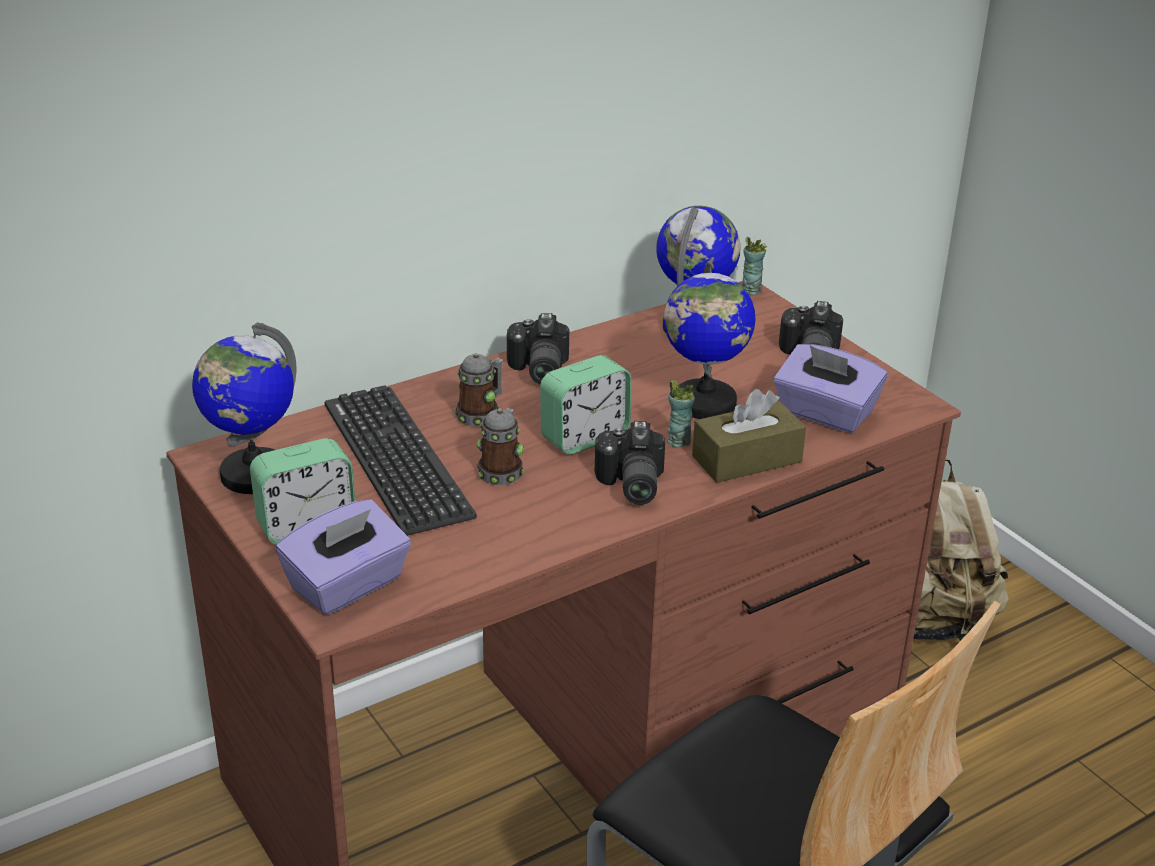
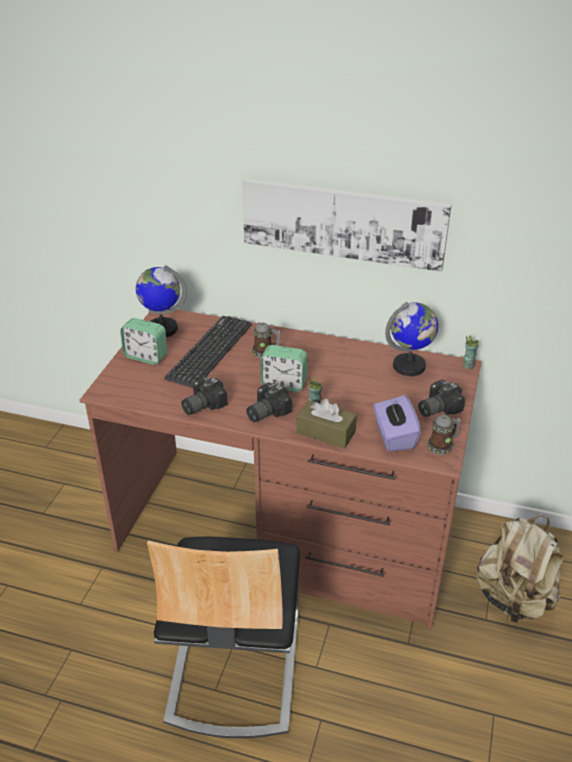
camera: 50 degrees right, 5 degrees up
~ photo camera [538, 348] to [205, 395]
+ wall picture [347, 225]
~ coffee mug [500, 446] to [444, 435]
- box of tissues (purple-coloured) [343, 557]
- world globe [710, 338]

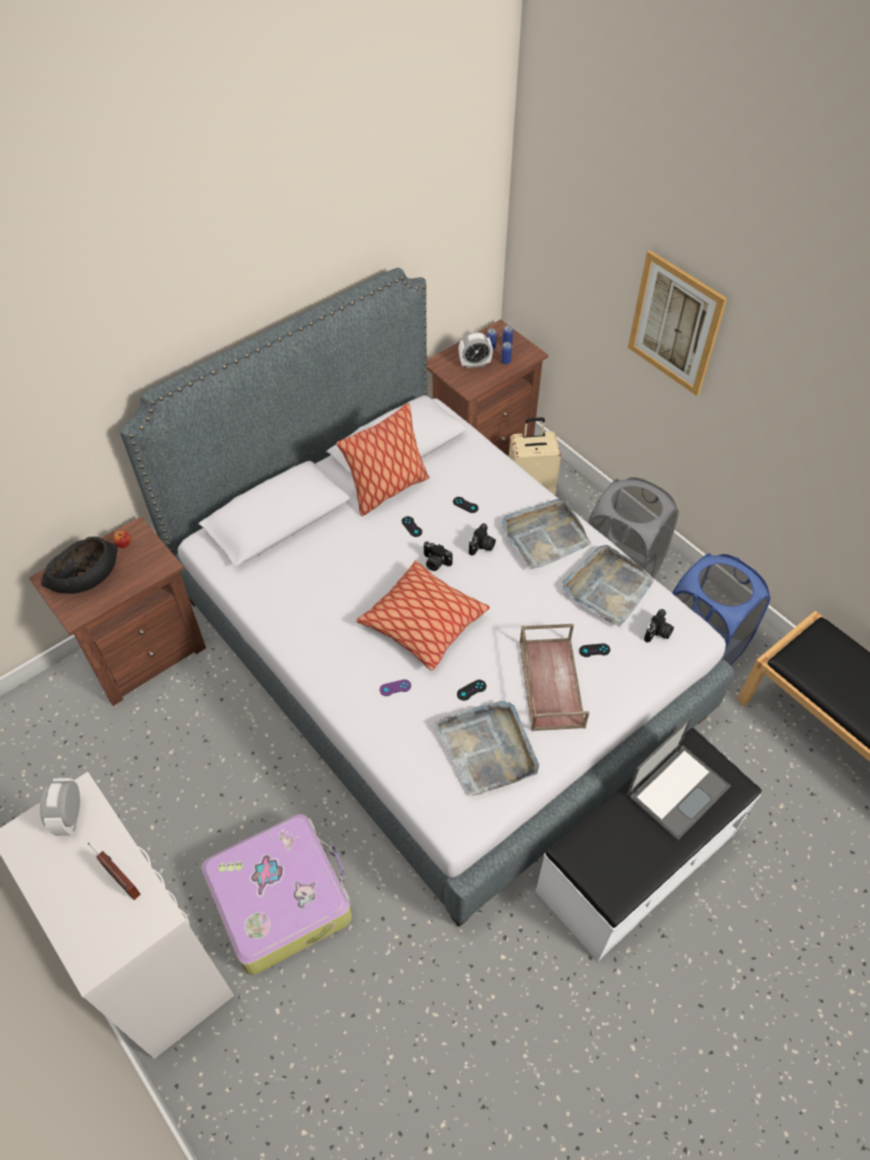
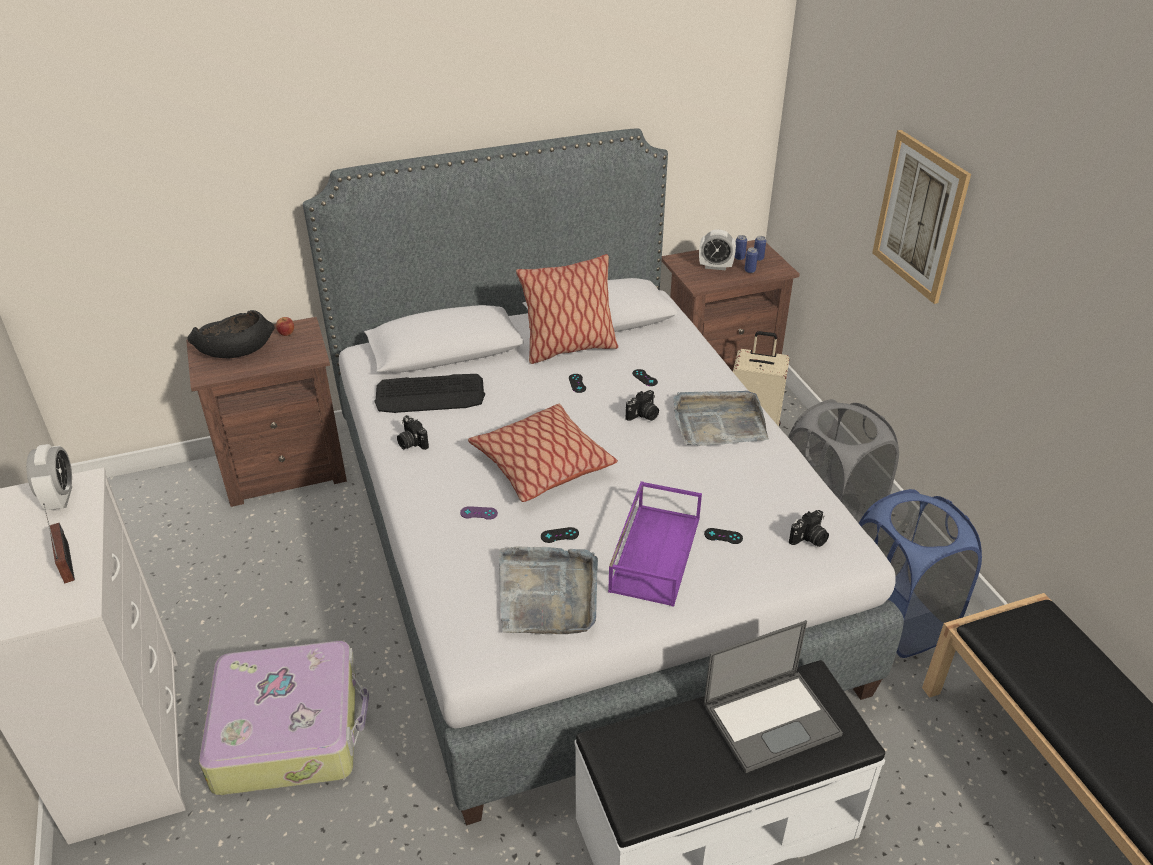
camera: 20 degrees right, 15 degrees down
~ bedside clock [60, 807] = [49, 477] 150 degrees clockwise
+ PC keyboard [429, 393]
~ photo camera [438, 556] to [413, 432]
~ carrying tray (brown) [554, 677] to carrying tray (purple-coloured) [655, 544]
- carrying tray (gray) [608, 586]

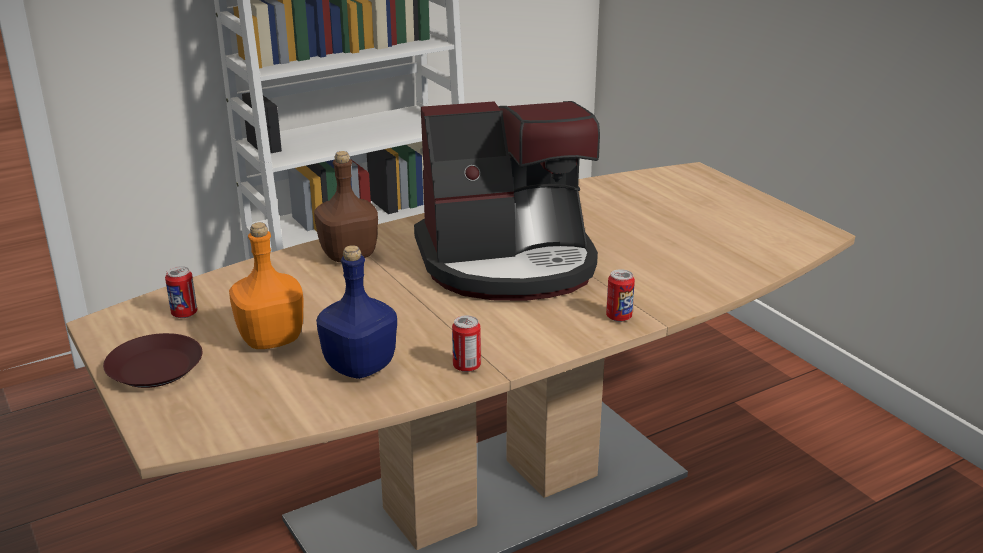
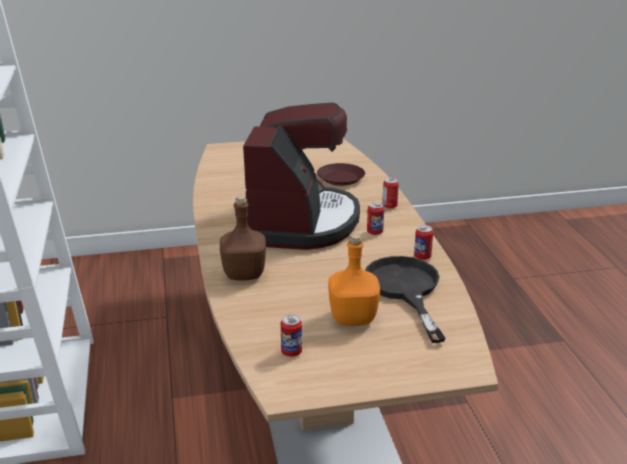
camera: 70 degrees left, 0 degrees up
~ flat dish (brown) [152, 360] to [341, 174]
~ beverage bottle (blue) [356, 312] to frying pan (black-coloured) [405, 299]
+ sealed can [375, 218]

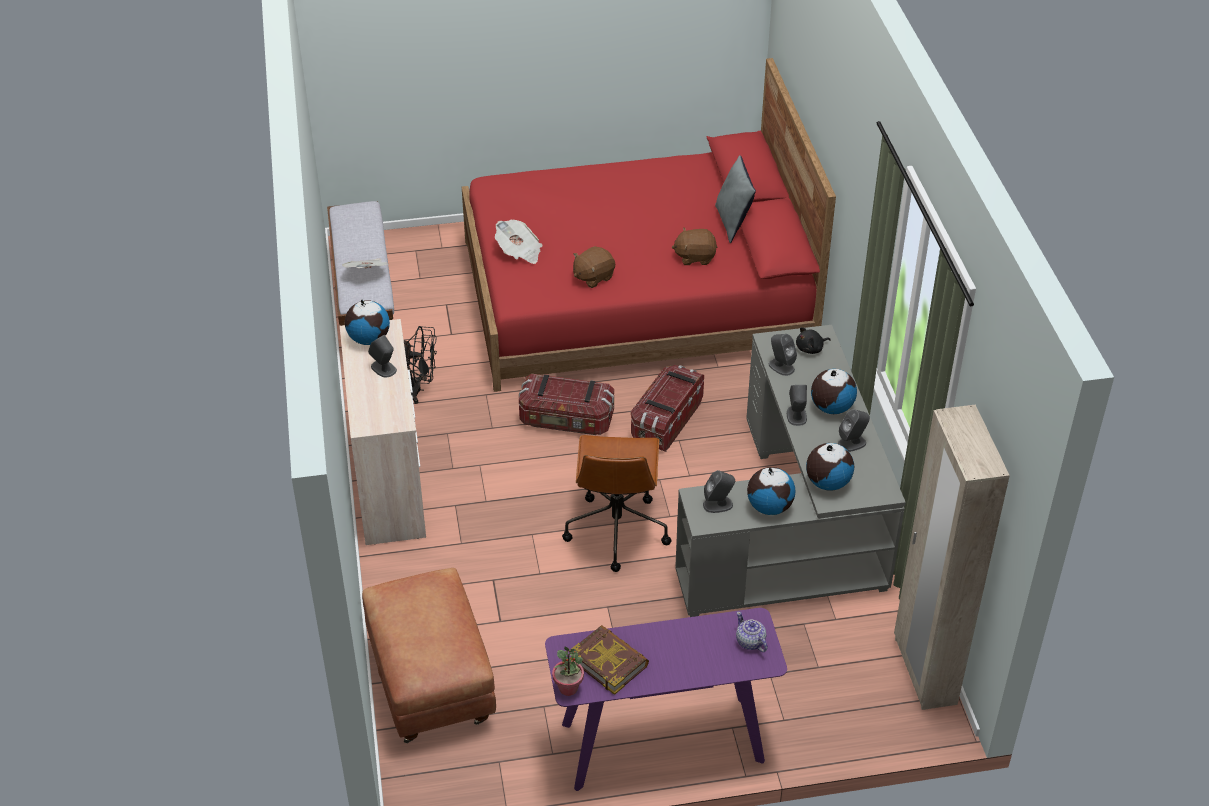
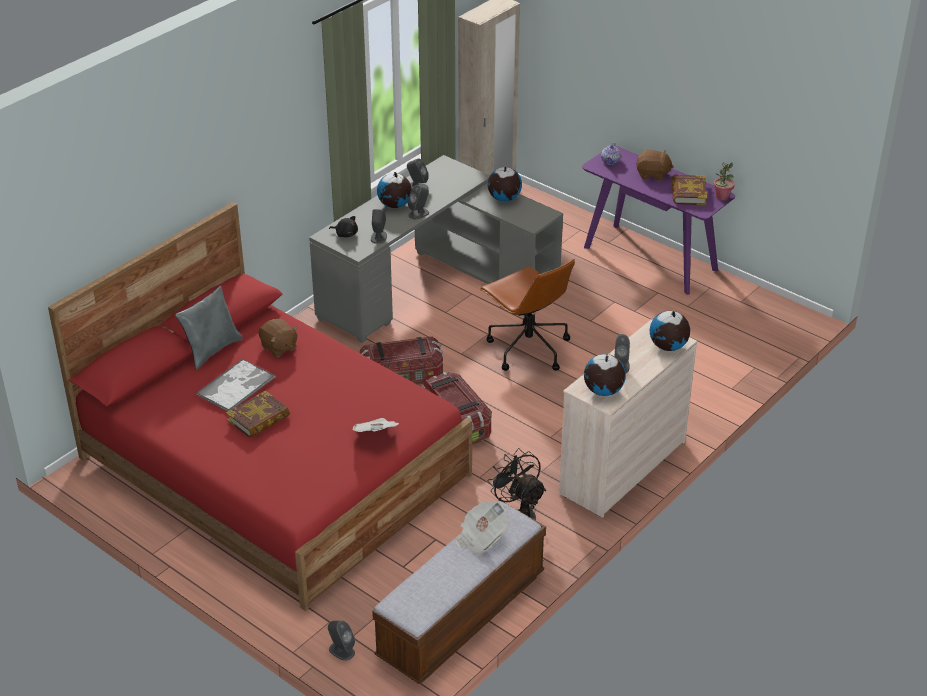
camera: 130 degrees left, 5 degrees down
+ carrying tray [235, 385]
+ bound book [258, 414]
~ speaker (gray) [719, 491] to [341, 641]
~ computer chair (brown) [616, 503] = [527, 315] 90 degrees clockwise
~ cuddly toy (brown) [594, 267] to [655, 165]
~ world globe [830, 467] to [670, 330]
- pouffe (brown) [429, 655]

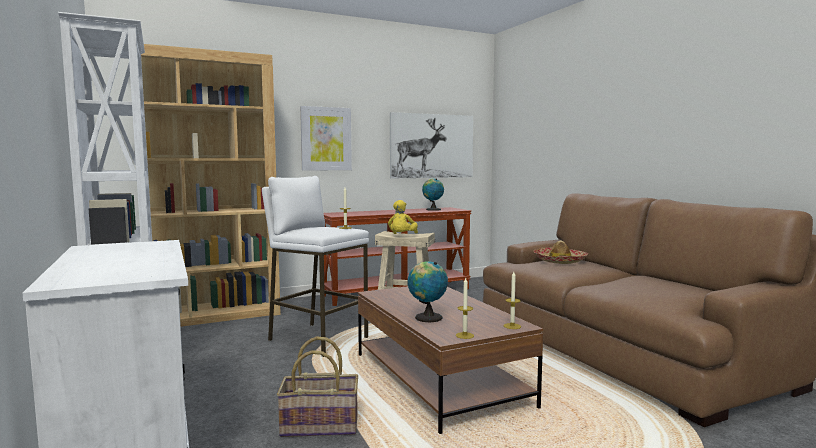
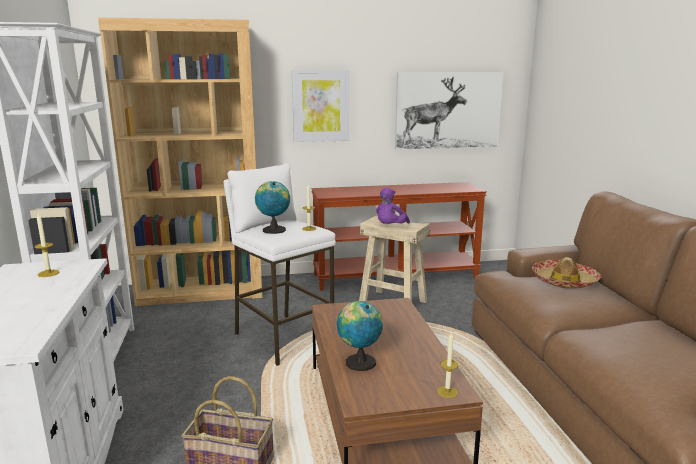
camera: 15 degrees right, 10 degrees up
~ candle [465, 308] to [46, 245]
~ world globe [433, 194] to [272, 207]
~ cuddly toy (yellow-coloured) [403, 217] to cuddly toy (purple-coloured) [393, 206]

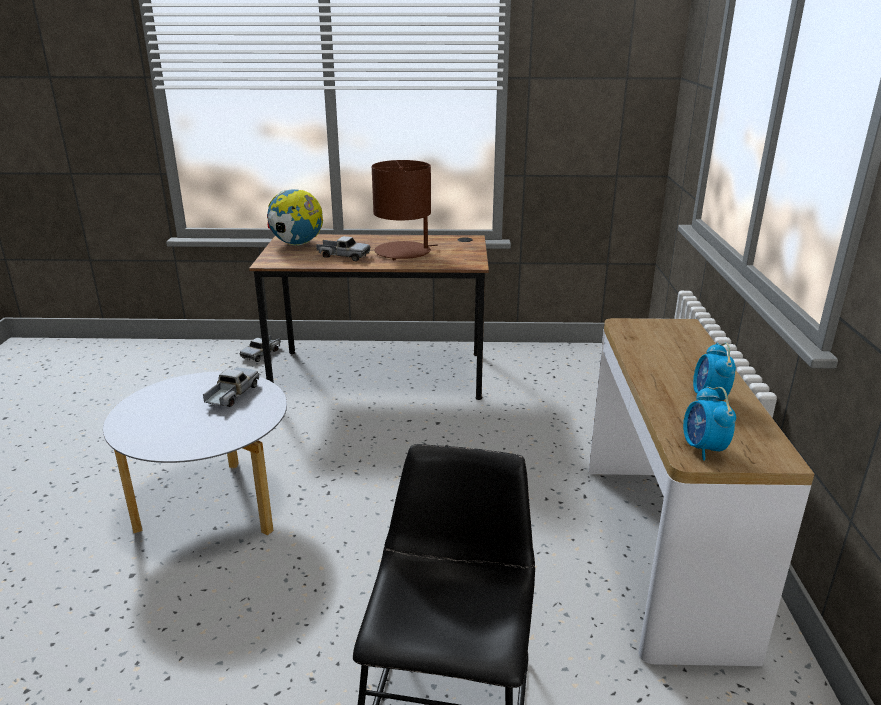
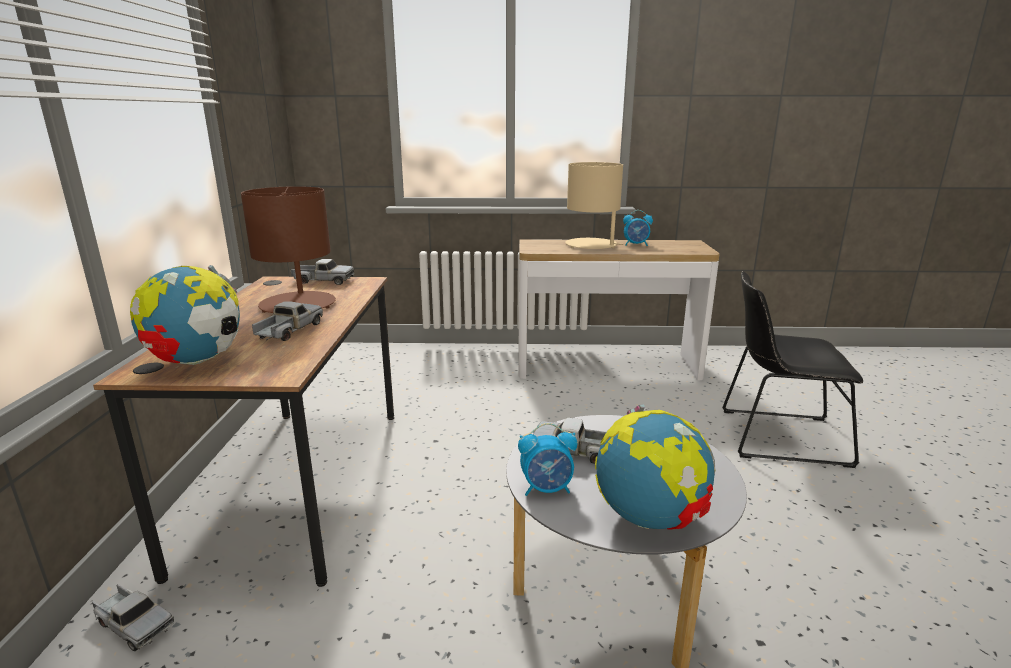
camera: 90 degrees left, 5 degrees down
+ toy truck [322, 272]
~ bedside clock [709, 423] to [547, 459]
+ table lamp (beige) [594, 205]
+ world globe [655, 467]

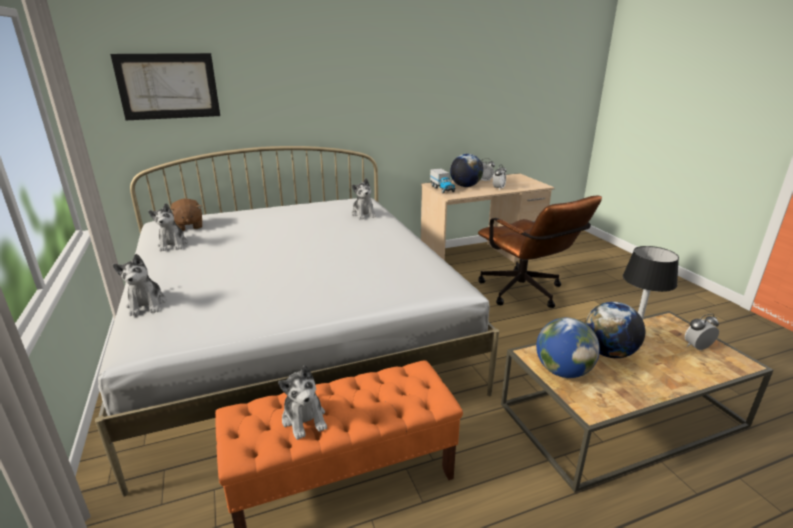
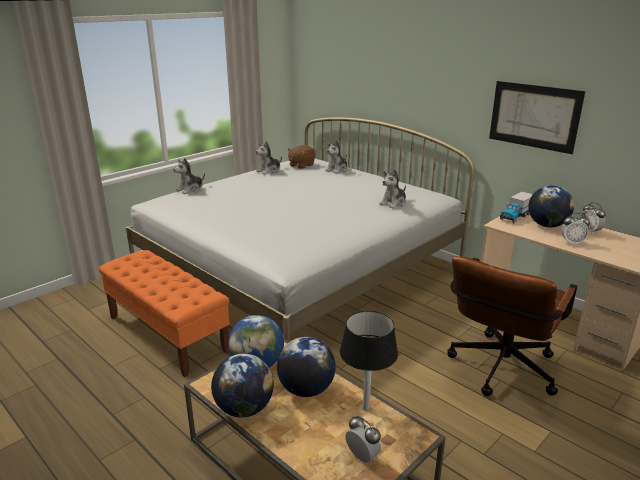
camera: 65 degrees right, 0 degrees up
+ world globe [242, 385]
~ cuddly toy [302, 402] to [336, 157]
~ wall picture [165, 86] to [537, 117]

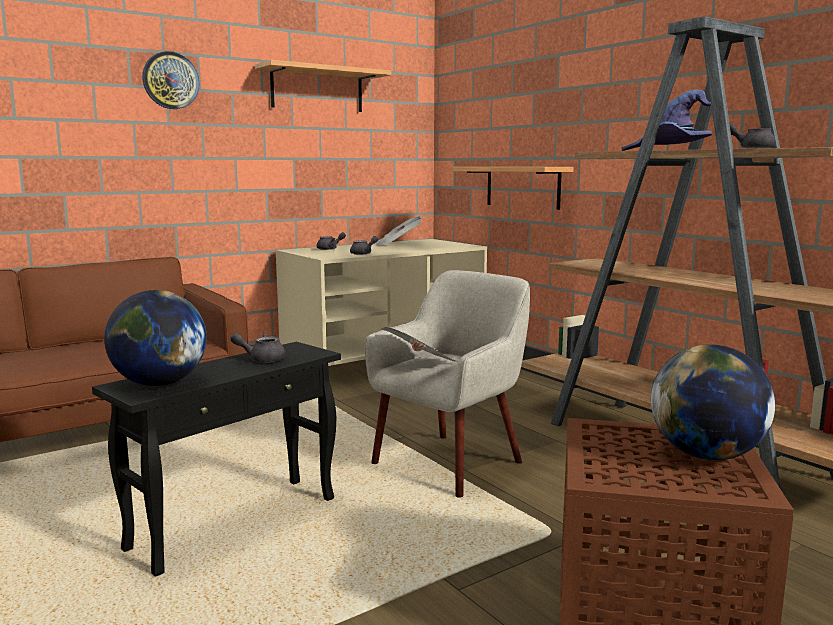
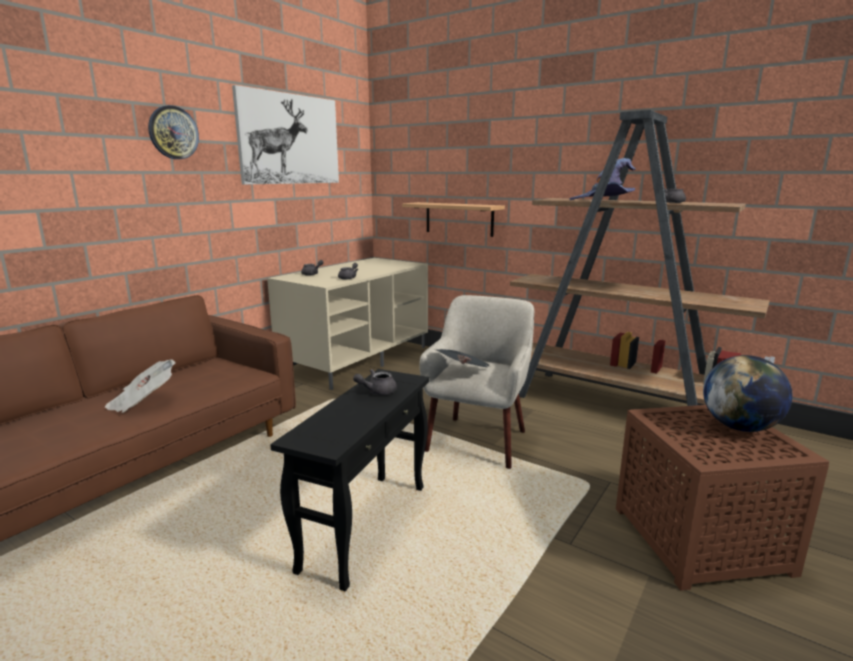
camera: 20 degrees left, 5 degrees up
~ newspaper [398, 230] to [140, 386]
~ wall shelf [323, 86] to wall picture [285, 135]
- world globe [155, 338]

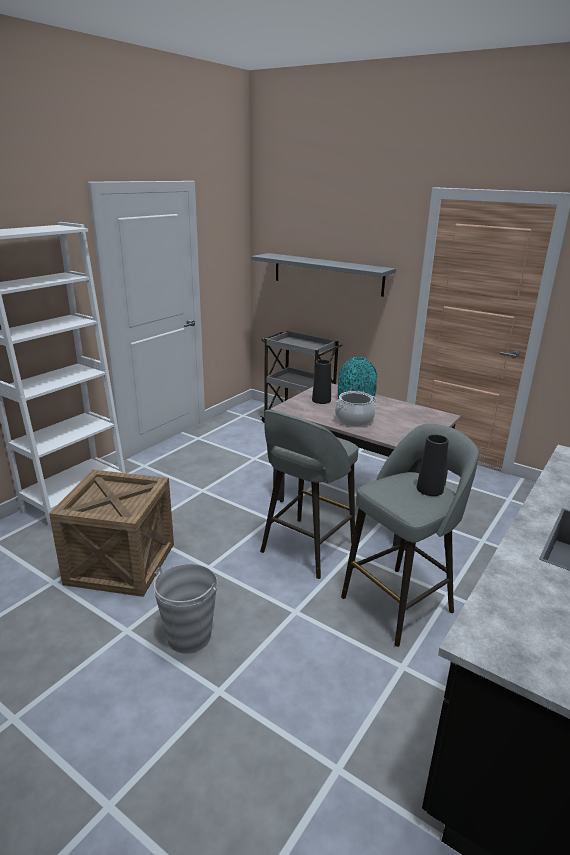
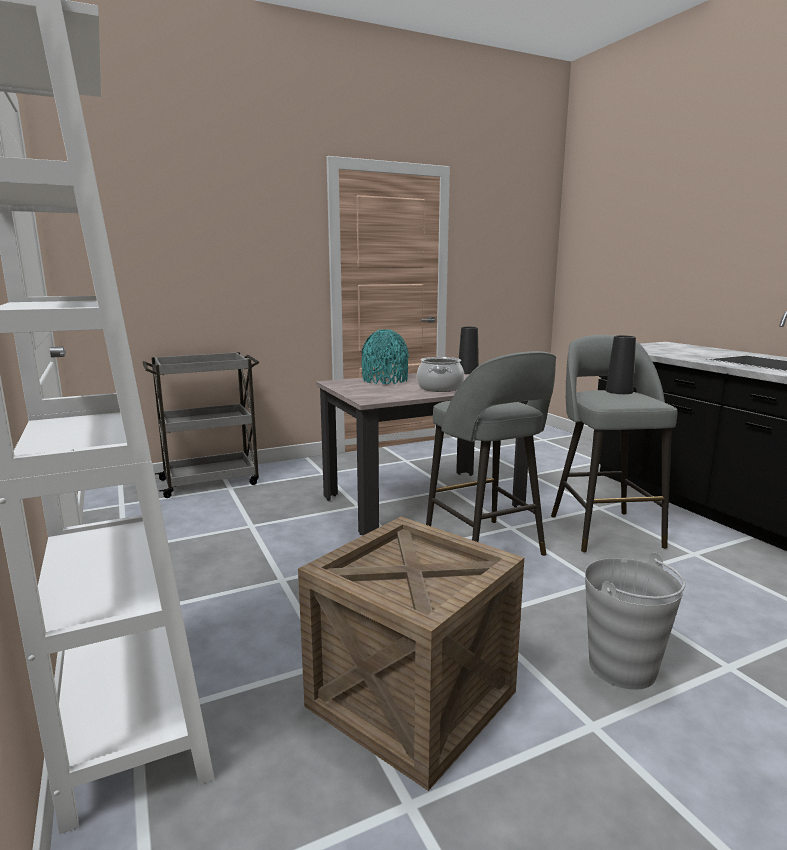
camera: 60 degrees left, 10 degrees down
~ flower vase (black-coloured) [321, 382] to [469, 350]
- wall shelf (gray) [323, 275]

